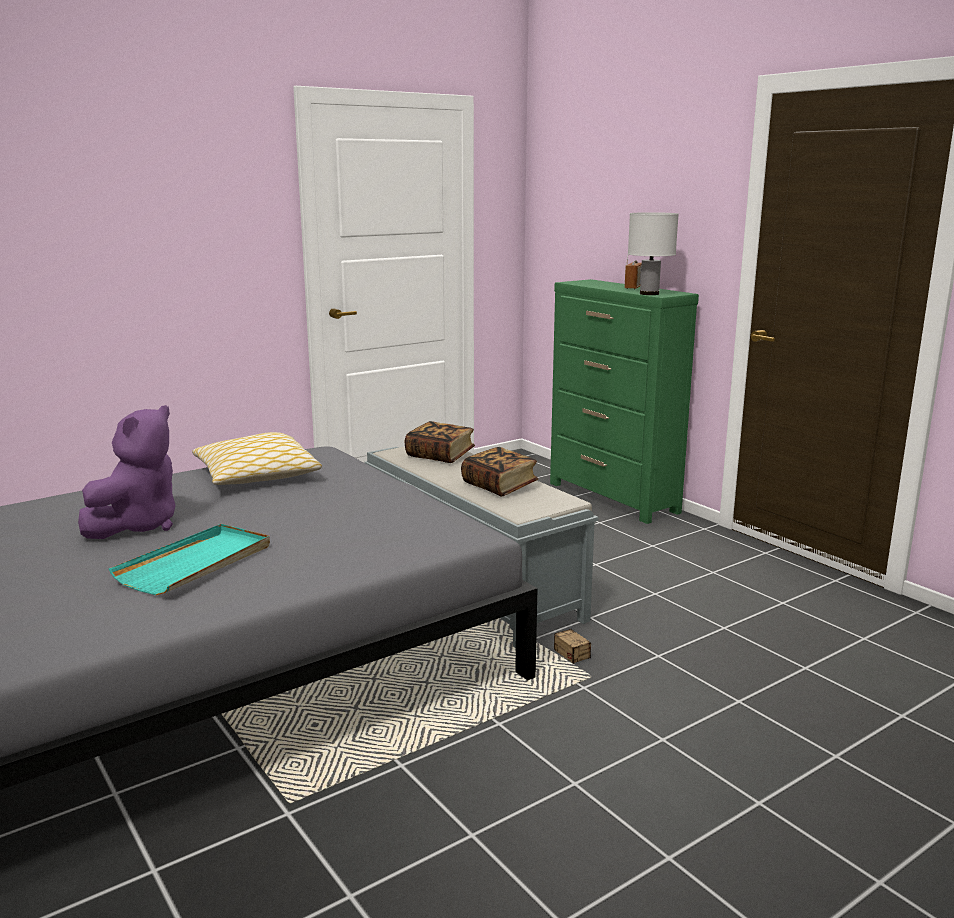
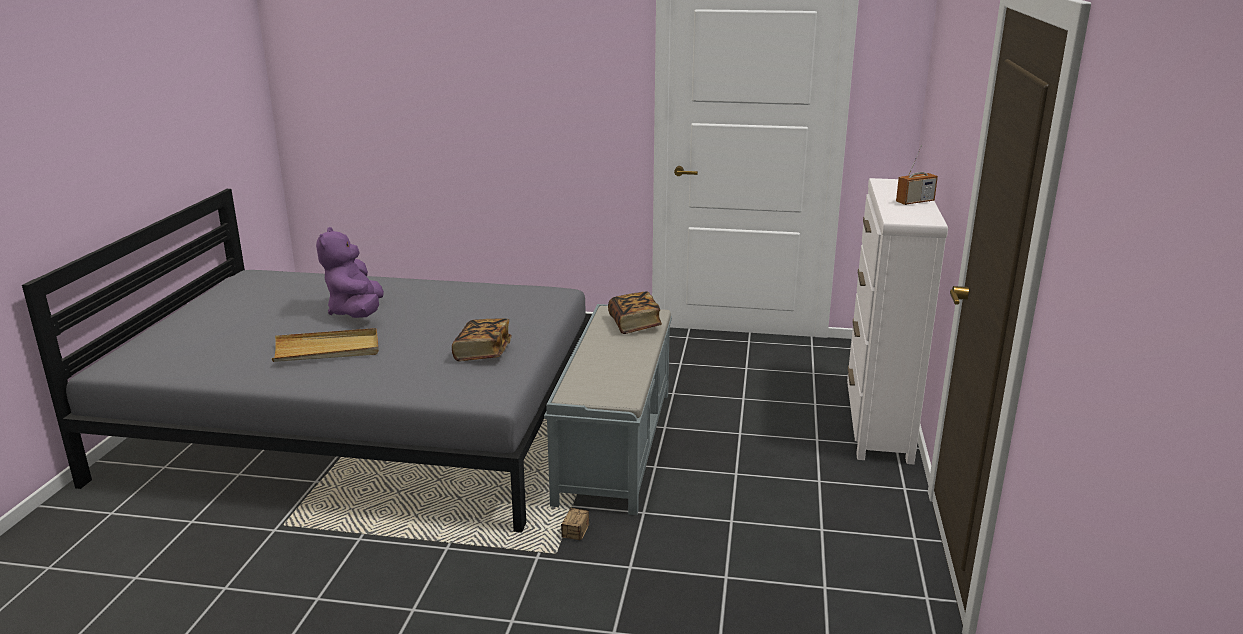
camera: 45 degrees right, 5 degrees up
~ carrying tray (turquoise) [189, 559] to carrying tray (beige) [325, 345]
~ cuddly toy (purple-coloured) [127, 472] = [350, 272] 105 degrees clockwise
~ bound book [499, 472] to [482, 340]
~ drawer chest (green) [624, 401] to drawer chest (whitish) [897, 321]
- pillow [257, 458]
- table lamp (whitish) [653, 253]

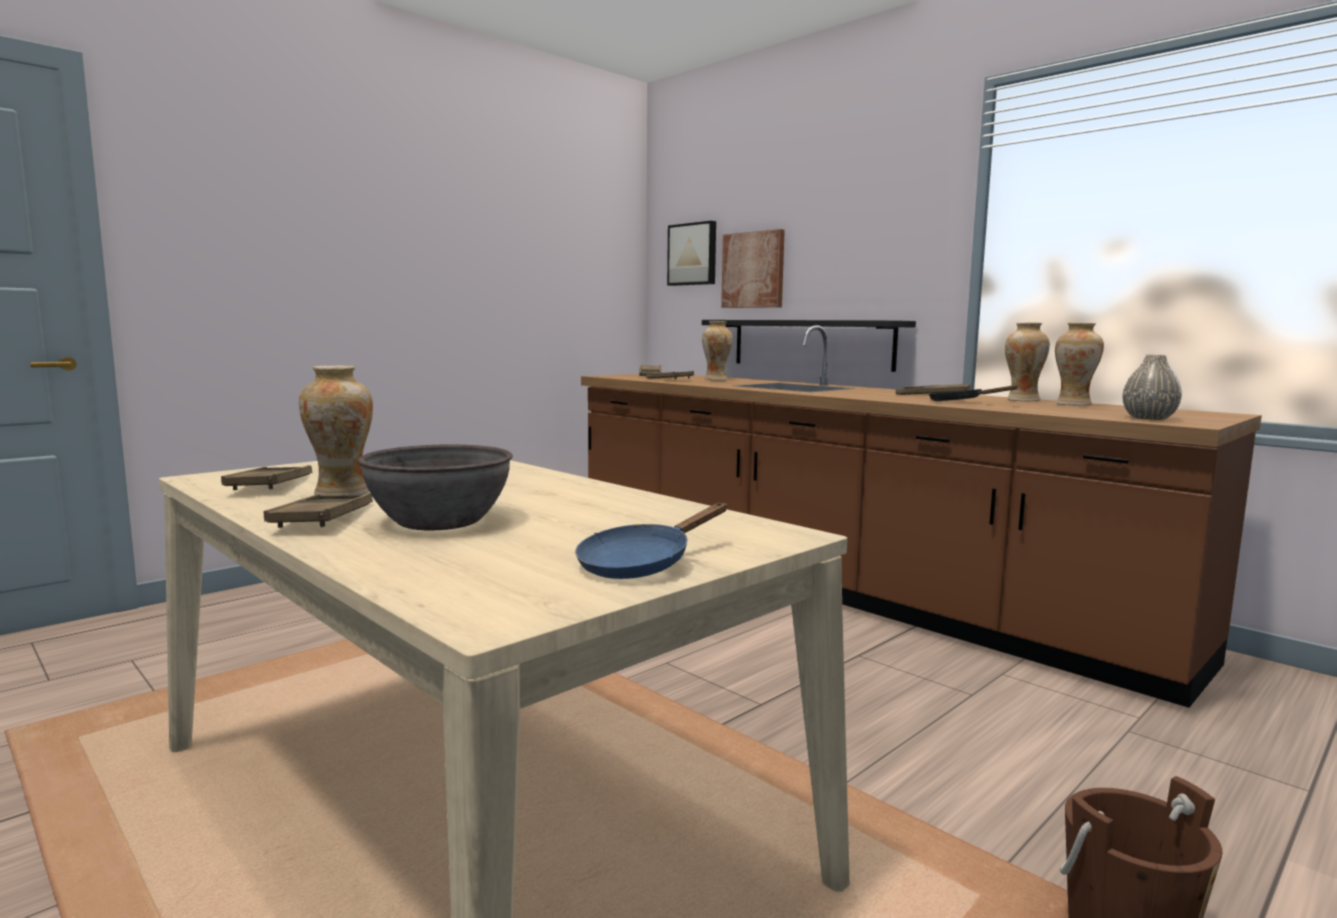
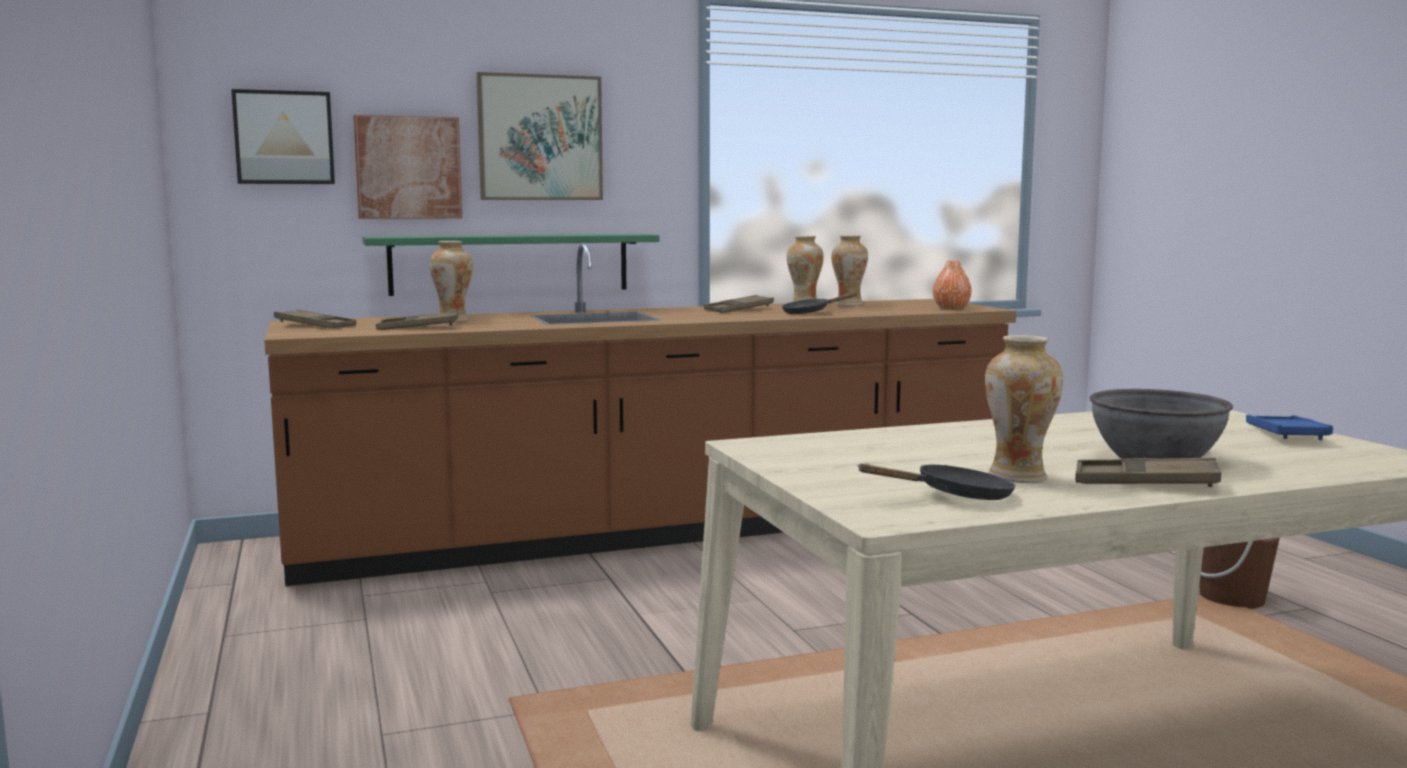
camera: 65 degrees left, 0 degrees up
~ wall shelf (black-coloured) [809, 346] to wall shelf (green) [511, 265]
+ wall picture [539, 136]
~ carrying tray (brown) [267, 477] to frying pan (black-coloured) [936, 482]
~ flower vase (gray) [1152, 387] to flower vase (orangey) [952, 285]
~ frying pan (blue) [651, 541] to carrying tray (blue) [1289, 427]

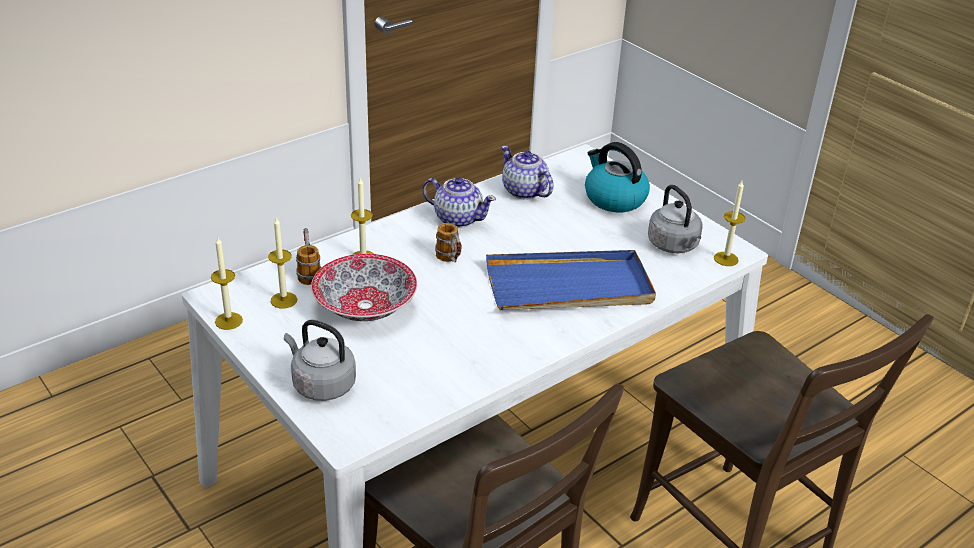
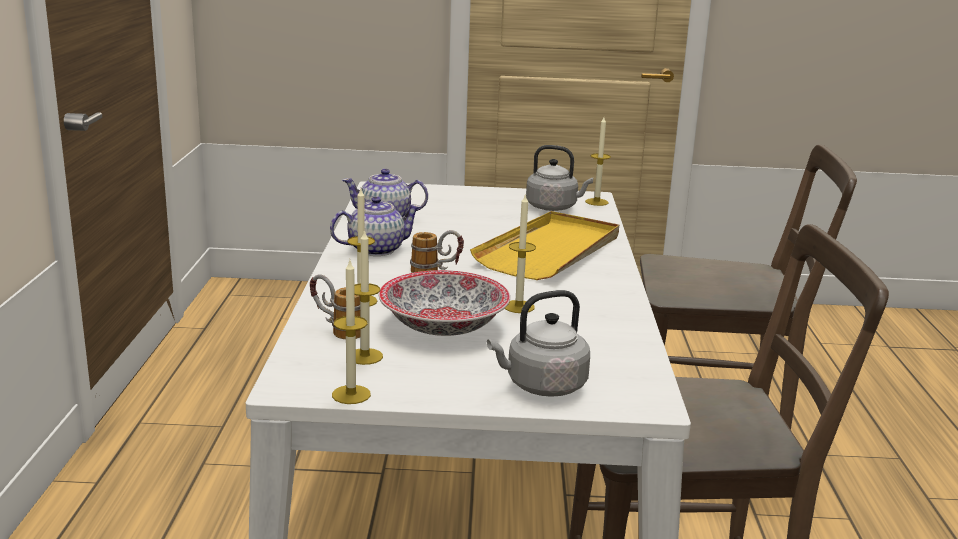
camera: 50 degrees left, 15 degrees down
~ carrying tray (blue) [571, 280] to carrying tray (yellow-coloured) [544, 245]
+ candle [520, 253]
- tea kettle [617, 177]

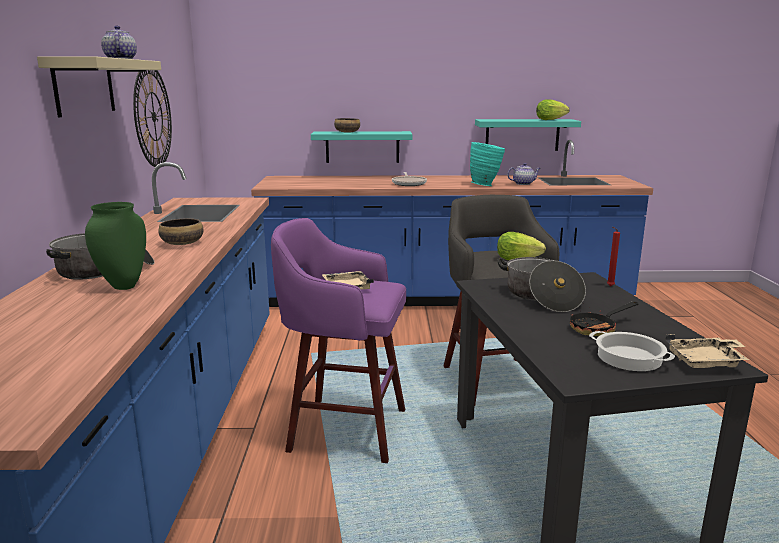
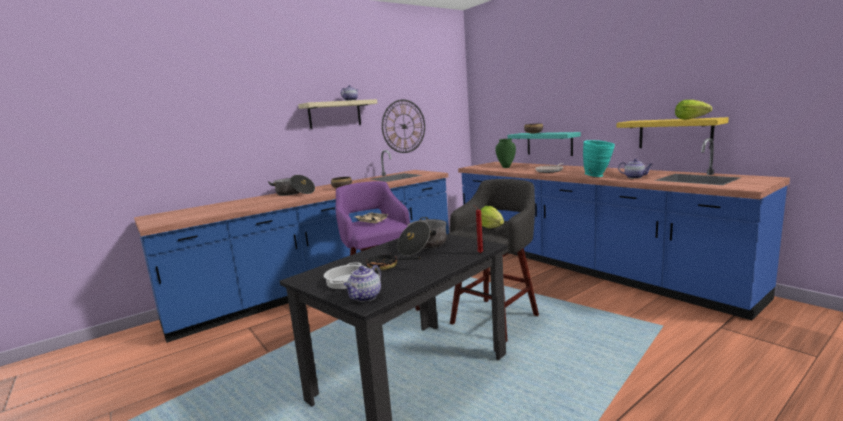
camera: 55 degrees right, 5 degrees down
~ carrying tray (beige) [707, 351] to pot for tea [362, 283]
~ flower vase (green) [115, 246] to [506, 153]
~ wall shelf (turquoise) [528, 135] to wall shelf (yellow-coloured) [673, 133]

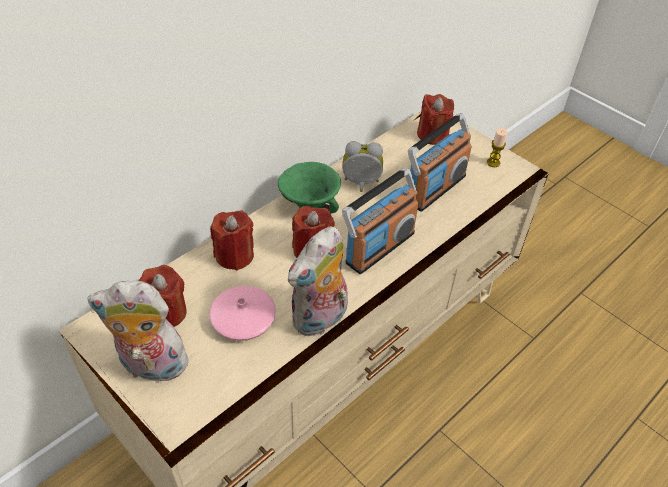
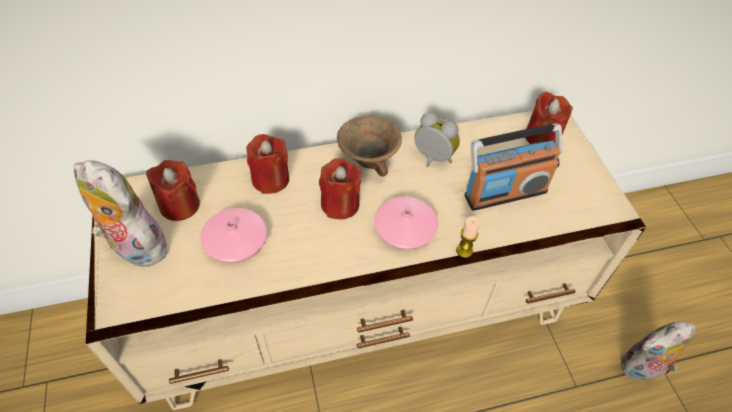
camera: 30 degrees right, 5 degrees up
~ serving bowl (green) [309, 188] to serving bowl (brown) [369, 146]
~ radio set [380, 221] to flower vase (pink) [406, 223]
~ candle [497, 147] to [468, 237]
~ cuddly toy [318, 281] to [658, 351]

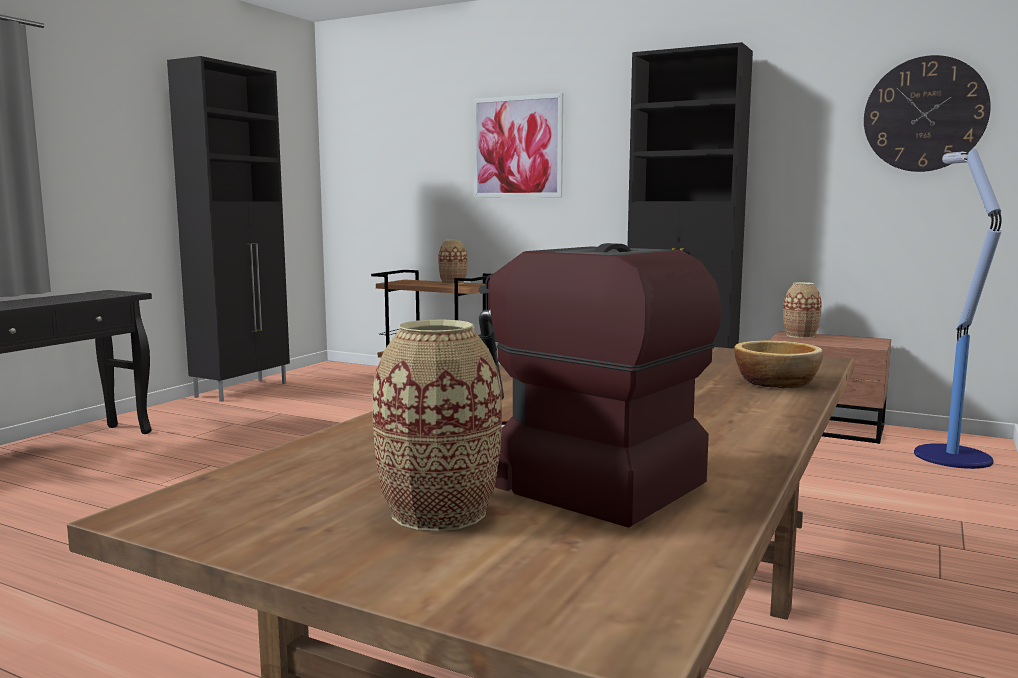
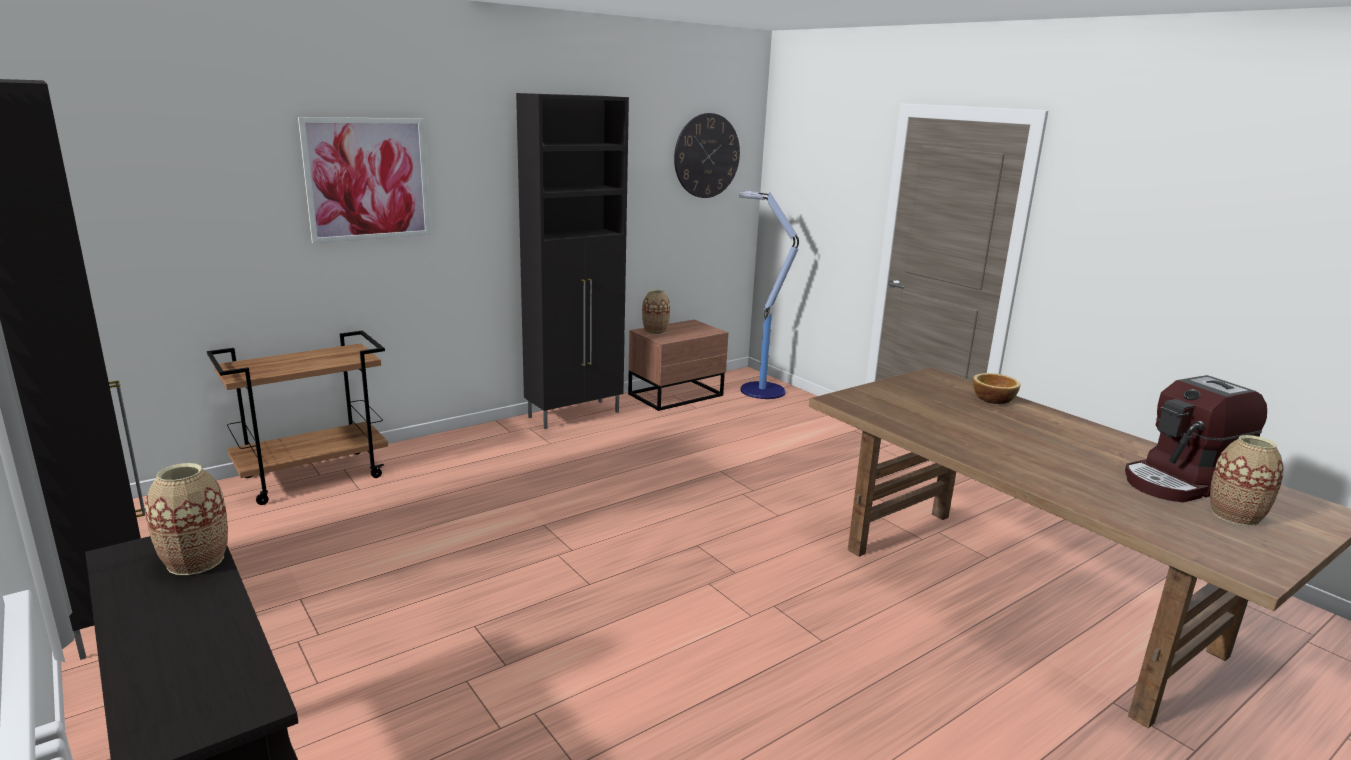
camera: 65 degrees left, 10 degrees up
~ flower vase [452, 262] to [186, 519]

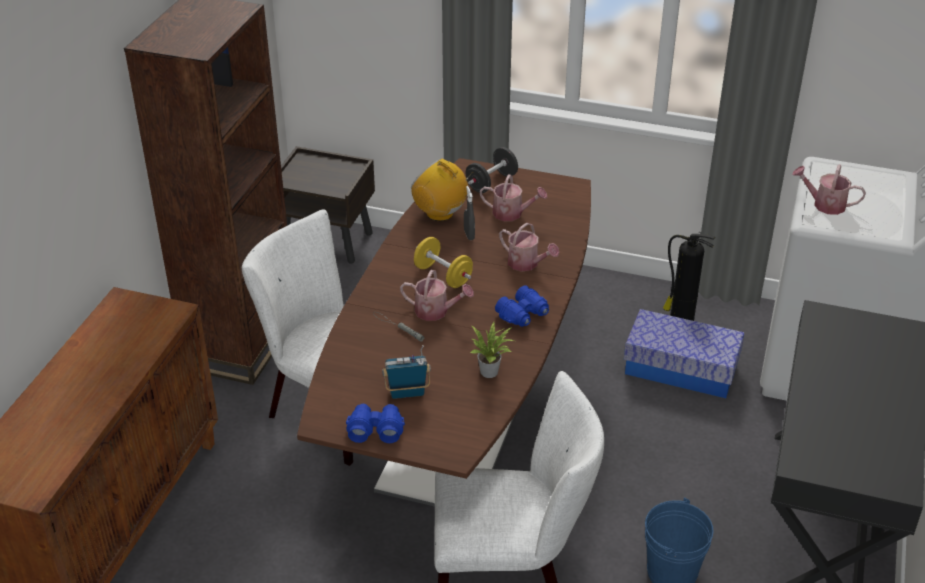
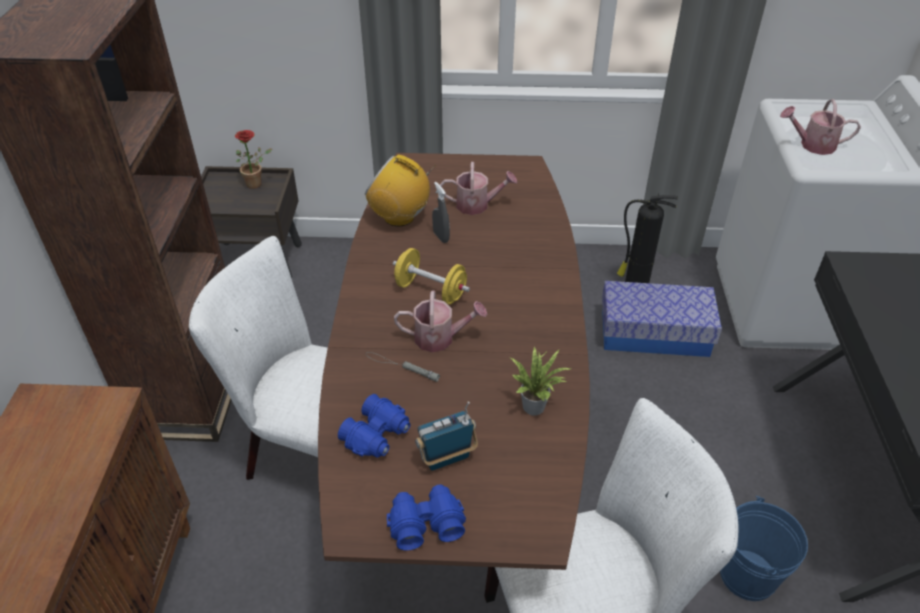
camera: 15 degrees left, 5 degrees up
+ potted plant [253, 159]
~ field glasses (blue) [522, 306] to [374, 426]
- free weight (black-coloured) [492, 170]
- watering can [529, 247]

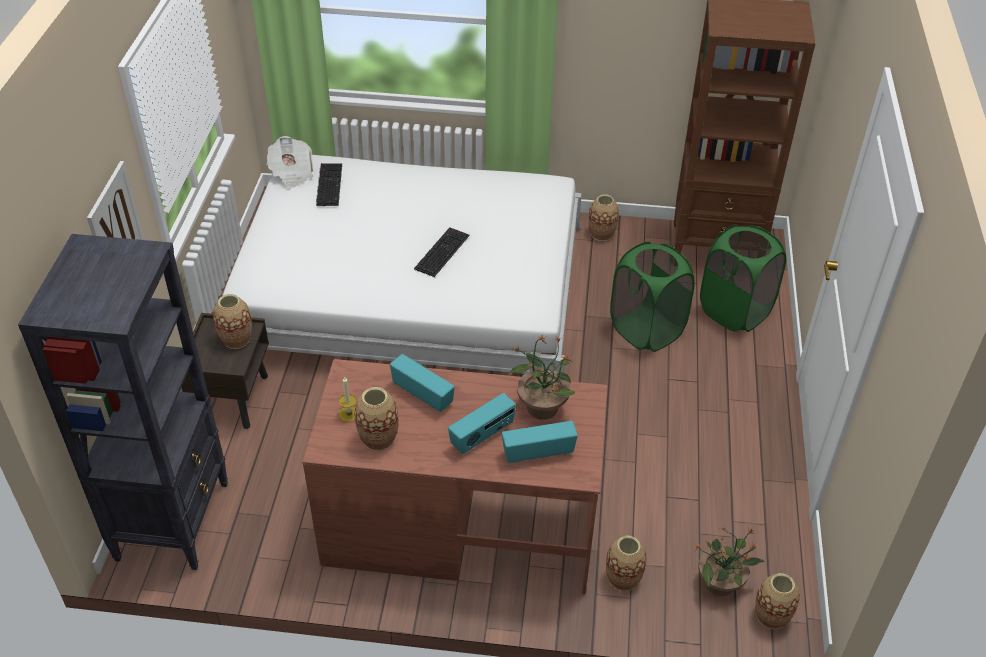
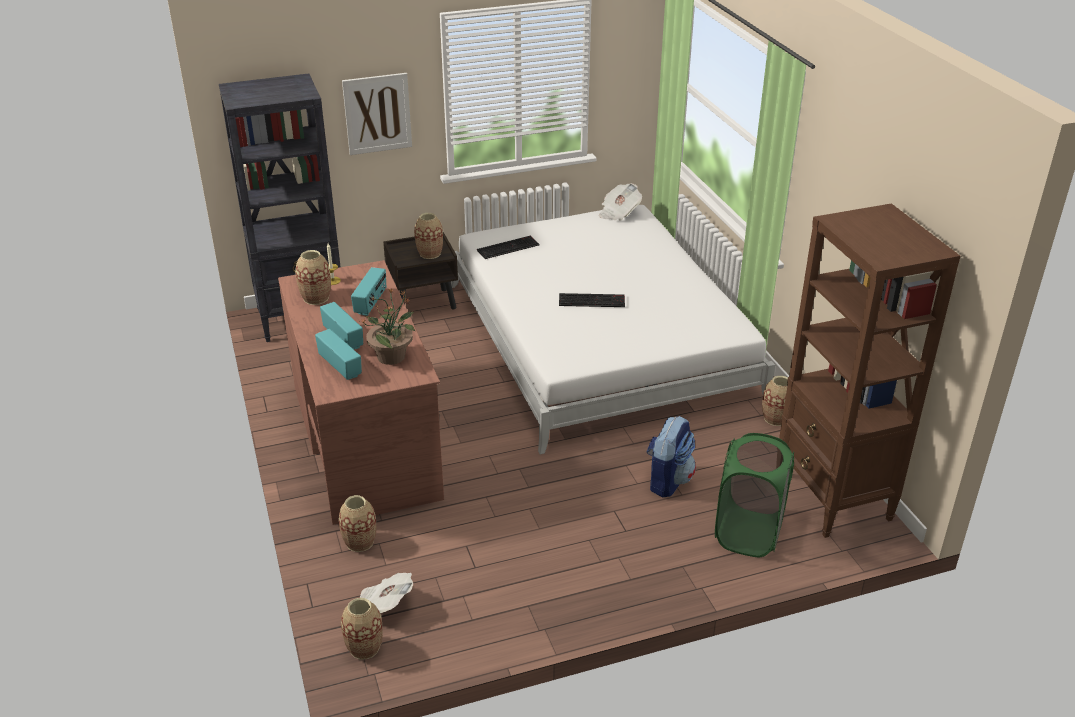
camera: 65 degrees right, 10 degrees down
~ radio set [482, 423] = [341, 326] 150 degrees counterclockwise
~ potted plant [729, 561] to newspaper [386, 593]
~ PC keyboard [329, 184] to [508, 247]
~ washing basket (green) [652, 297] to rucksack [671, 456]

